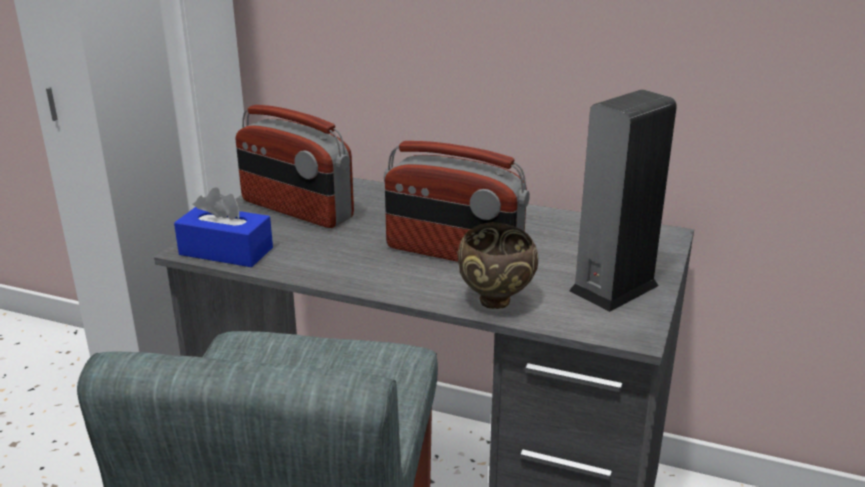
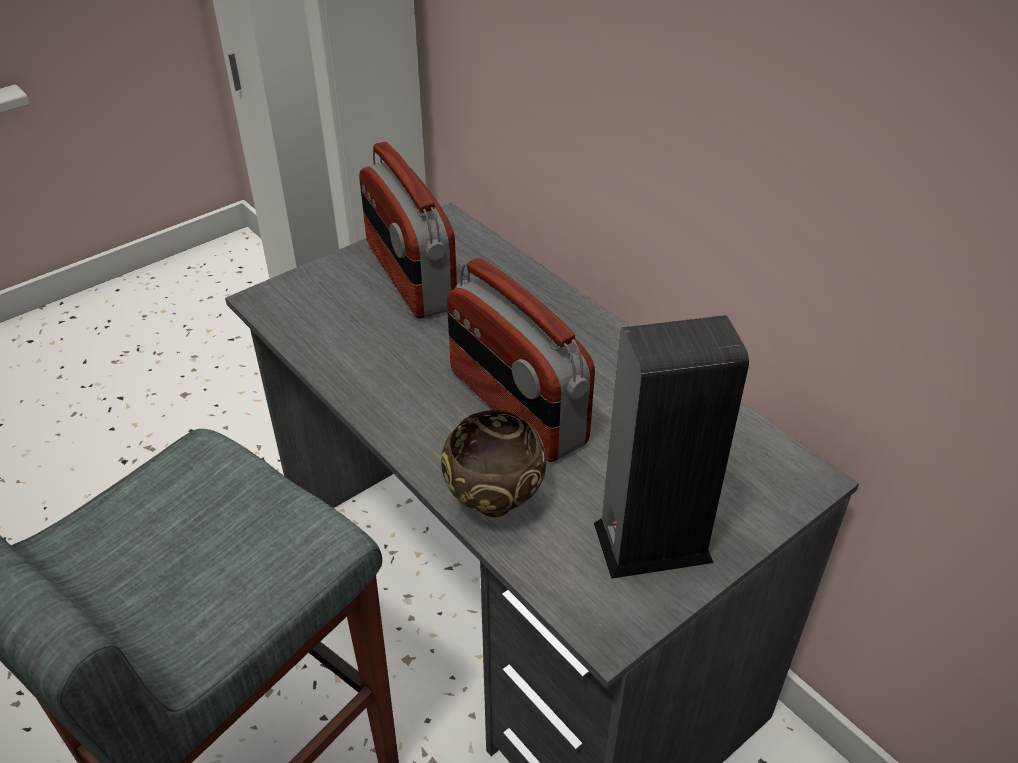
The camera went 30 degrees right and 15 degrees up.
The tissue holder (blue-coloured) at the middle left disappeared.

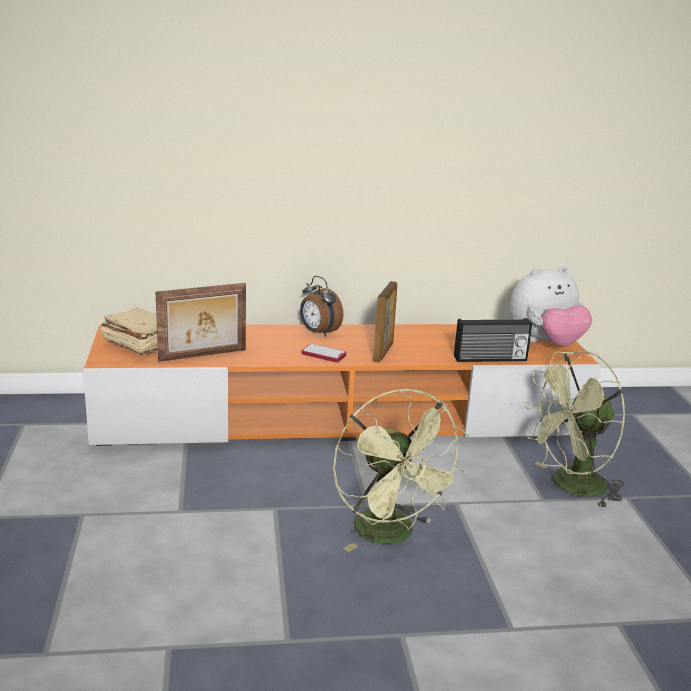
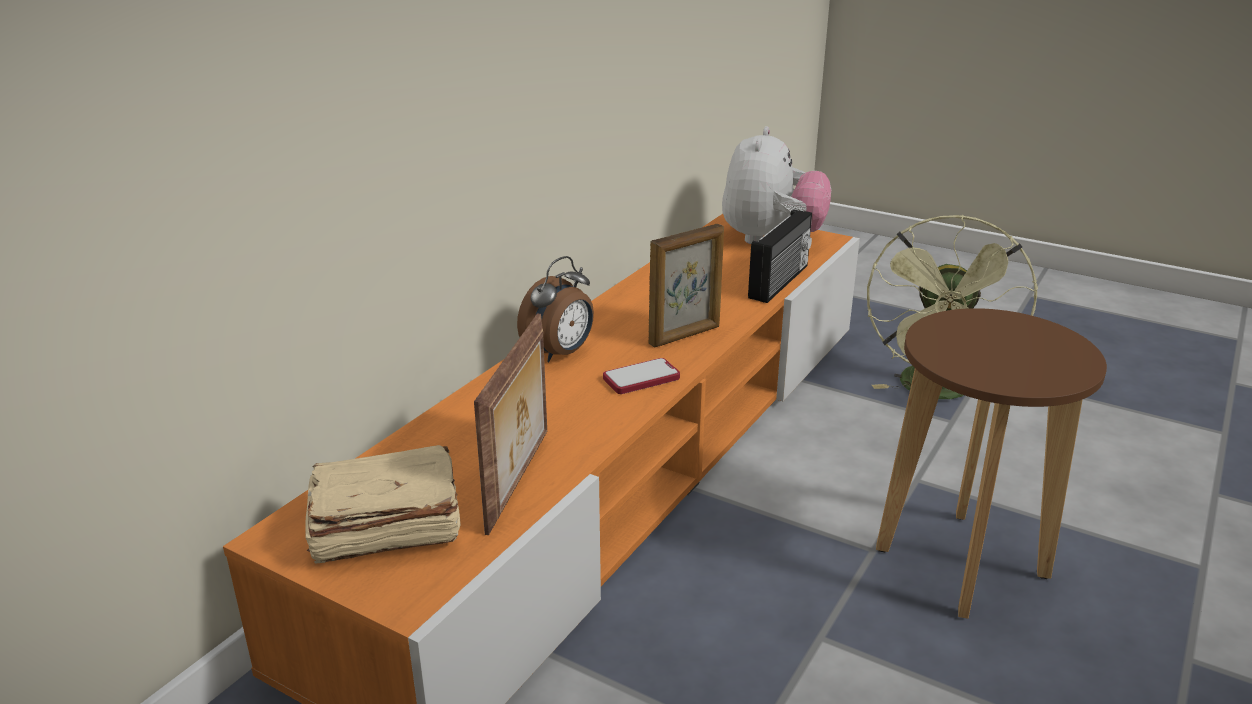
The camera went 50 degrees left and 5 degrees up.
The fan (green-coloured) (no. 1 from left) at the bottom centre was replaced by the sitting stool (brown) at the middle right.
The alarm clock at the centre turned 45 degrees counterclockwise.
The standing frame (no. 2 from left) at the centre turned 90 degrees clockwise.

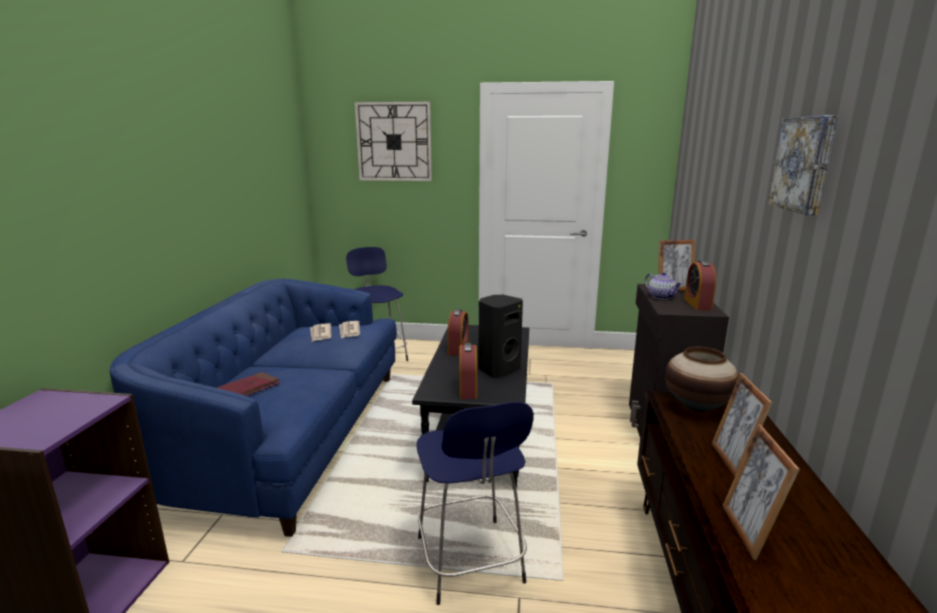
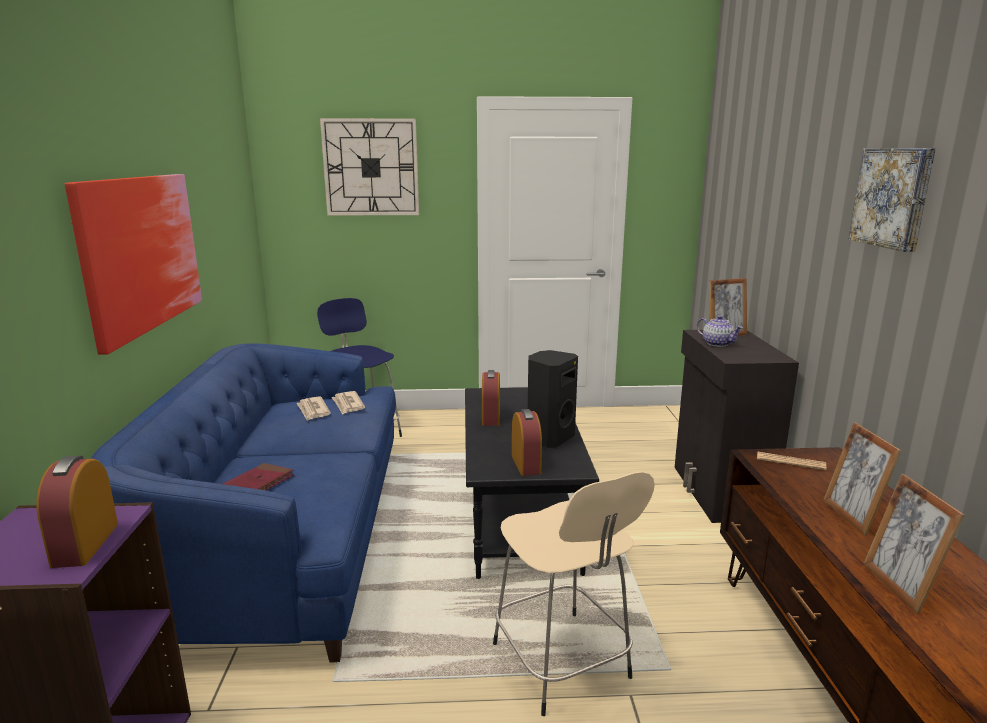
The camera went 10 degrees left and 0 degrees up.
The wall picture (no. 1 from left) at the middle left appeared.
The alarm clock (no. 3 from left in the first image) moved from the middle right to the bottom left.
The flower vase at the middle right was replaced by the printed paper (no. 3 from left) at the middle right.
The sitting stool (blue-coloured) (no. 2 from left) at the bottom centre became the sitting stool (sand-coloured) at the bottom centre.

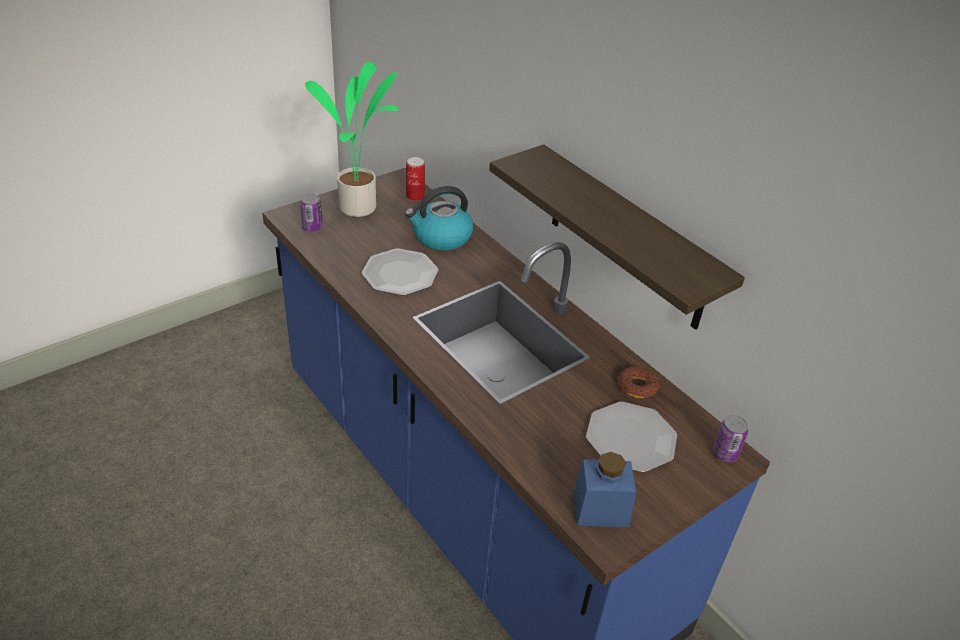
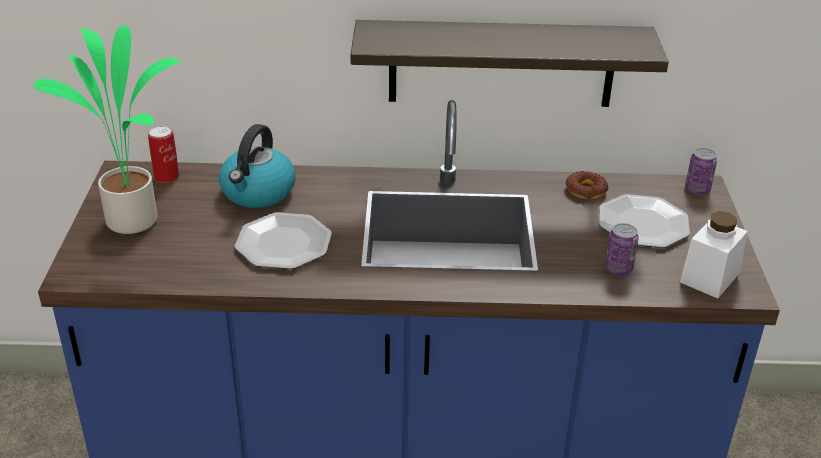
The camera went 50 degrees left and 5 degrees down.
The can (no. 1 from left in the first image) moved from the top left to the middle right.
The preserve jar (blue-coloured) at the bottom centre became the preserve jar (whitish) at the middle right.

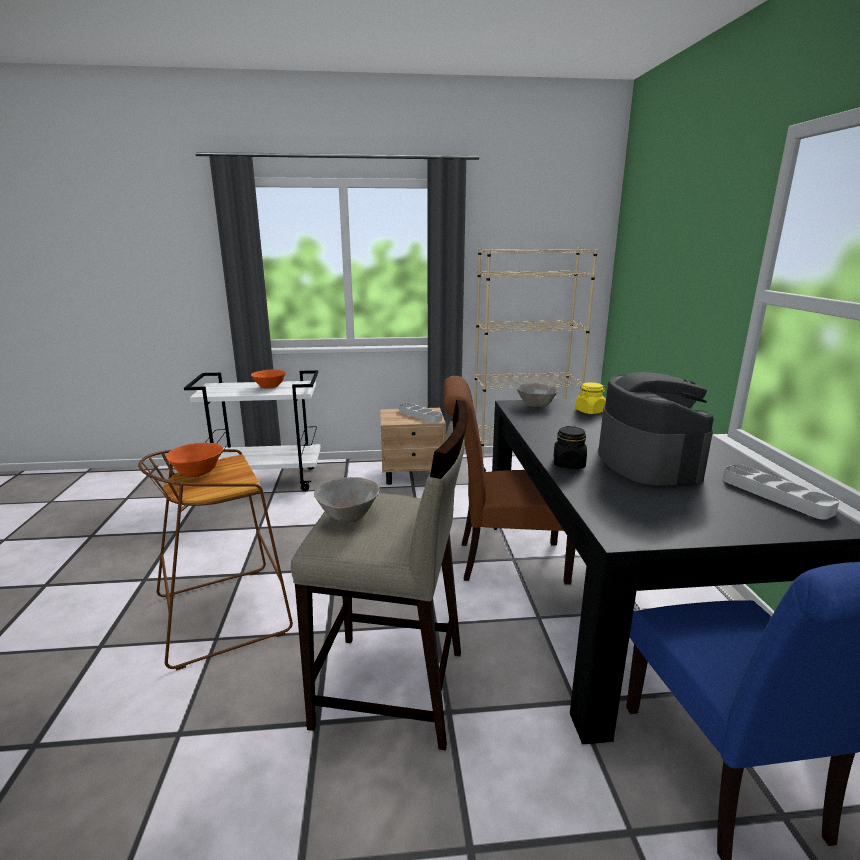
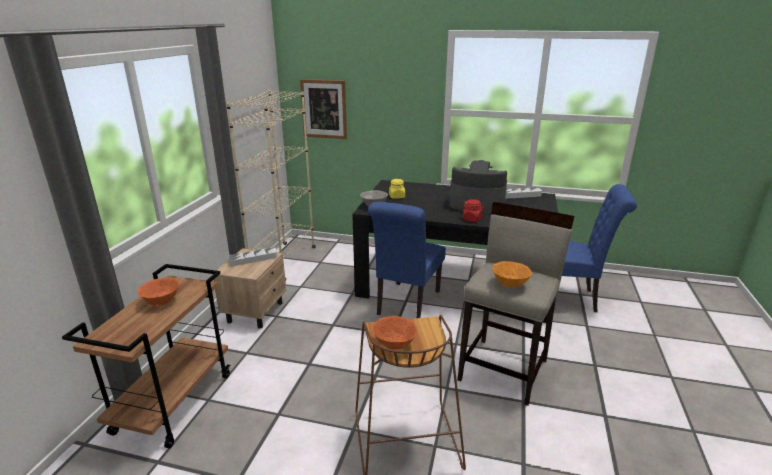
The camera went 70 degrees left and 5 degrees up.
The wall picture at the top centre appeared.
The cart (whitish) at the middle left became the cart (brown) at the bottom left.
The bowl (gray) (no. 1 from left) at the centre became the bowl (orangey) (no. 3 from left) at the centre.
The chair (brown) at the centre became the chair (blue-coloured) (no. 1 from left) at the centre.
The preserve jar (blackish) at the centre became the preserve jar (red) at the centre.

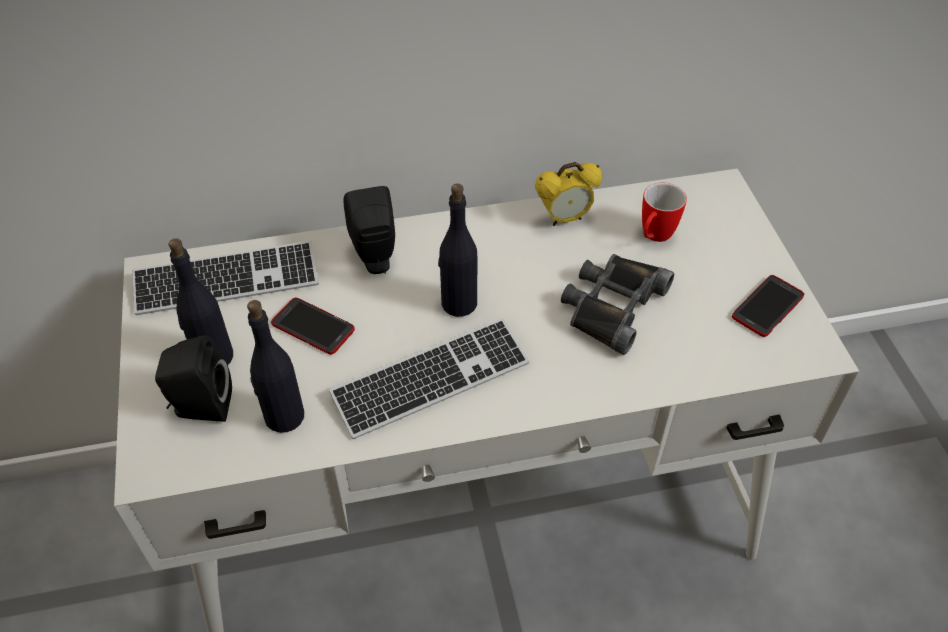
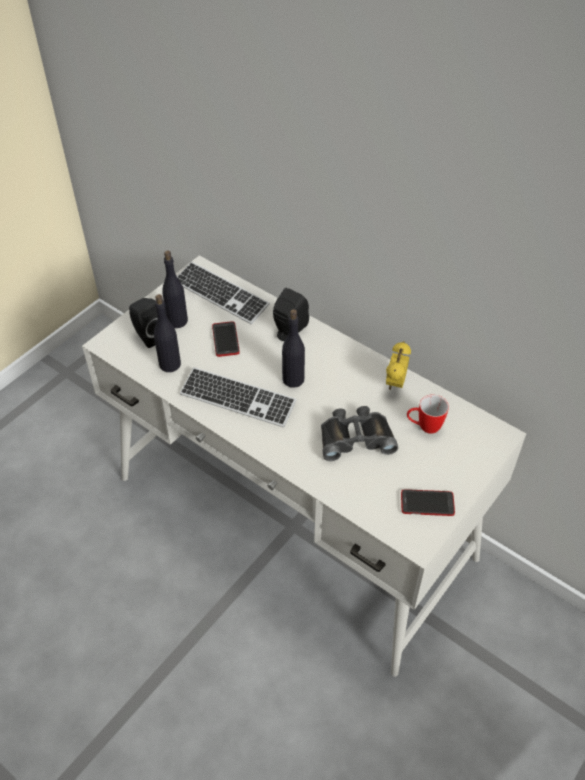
The camera went 50 degrees right and 0 degrees up.
The alarm clock at the top centre turned 75 degrees clockwise.

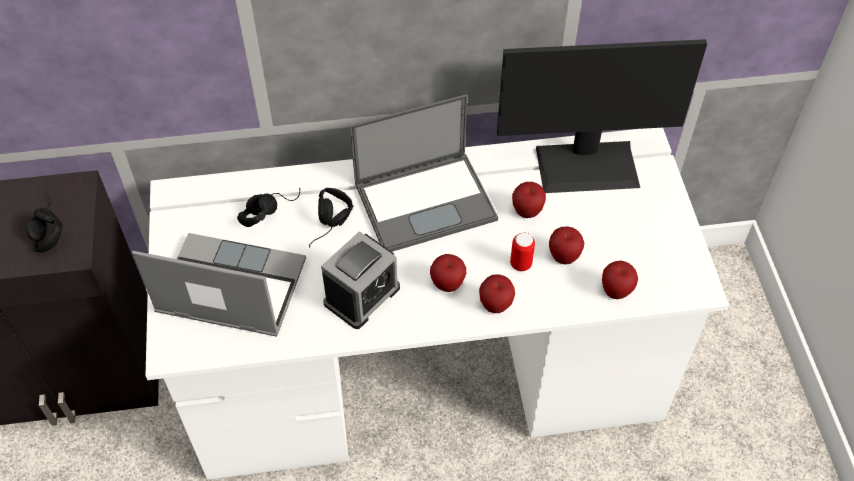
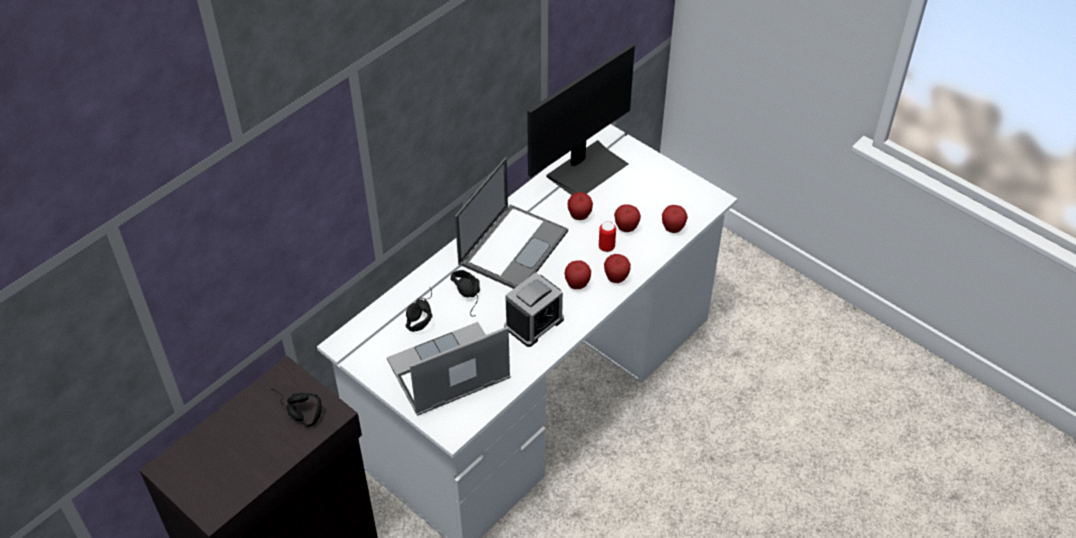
The camera went 40 degrees left and 5 degrees down.
The alarm clock at the centre turned 45 degrees clockwise.

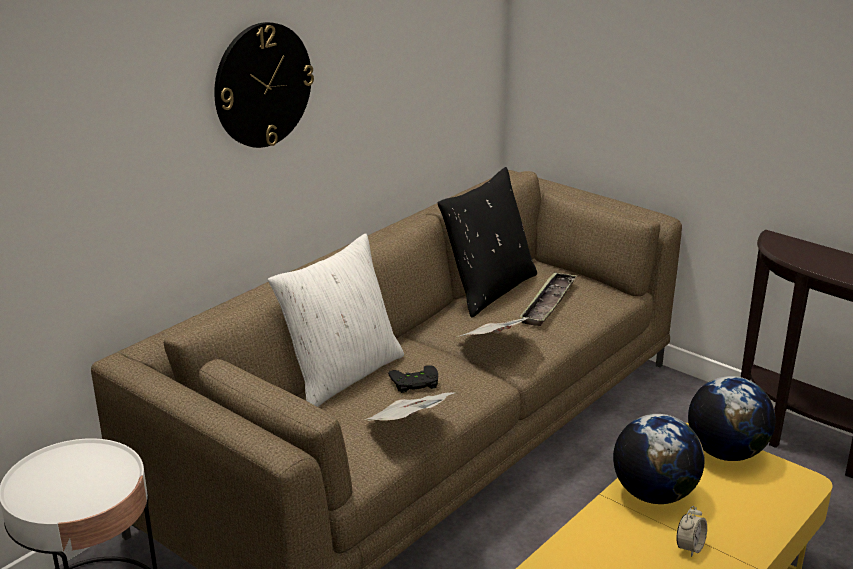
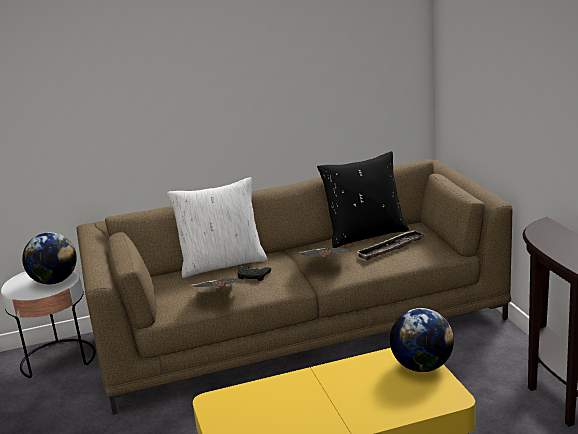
The camera went 35 degrees right and 5 degrees down.
The clock on the wall at the top left disappeared.
The alarm clock at the bottom right disappeared.
The desk globe (no. 1 from left) moved from the bottom right to the middle left.

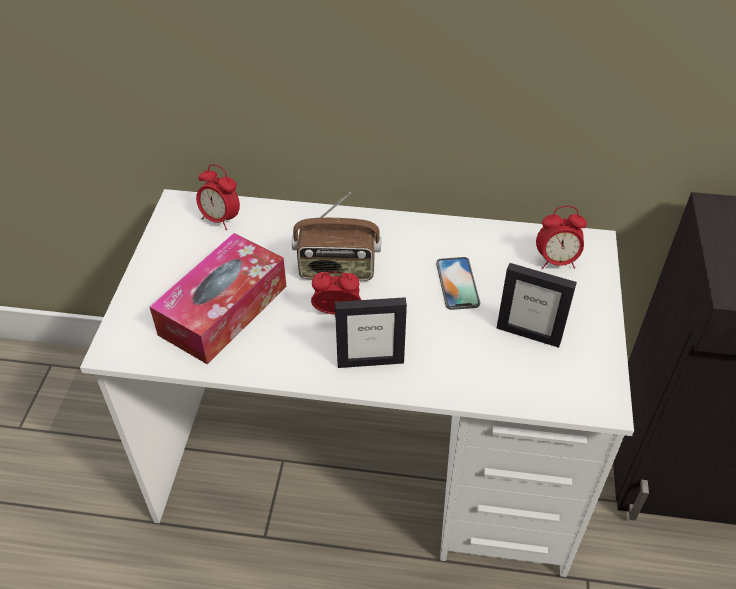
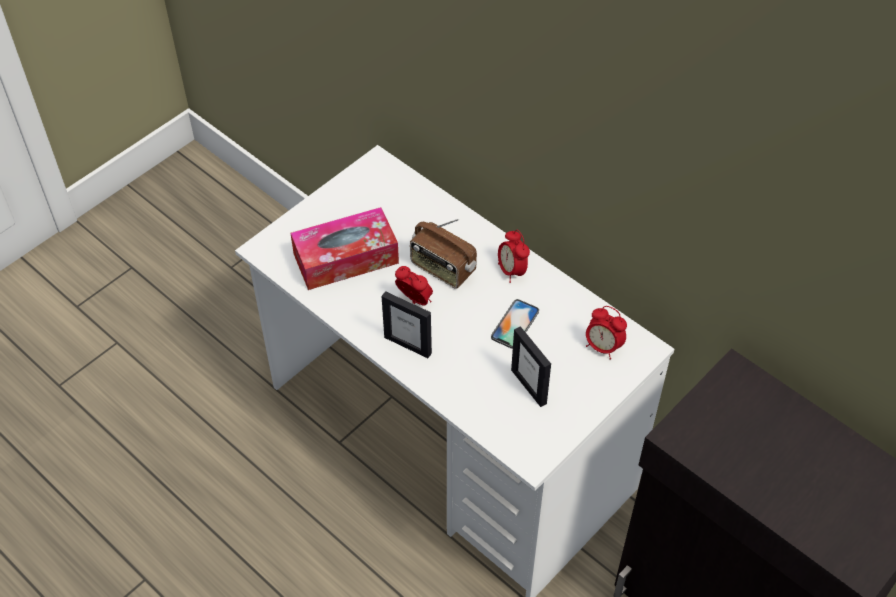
The camera went 35 degrees right and 5 degrees up.
The alarm clock (no. 1 from left in the first image) moved from the middle left to the centre.

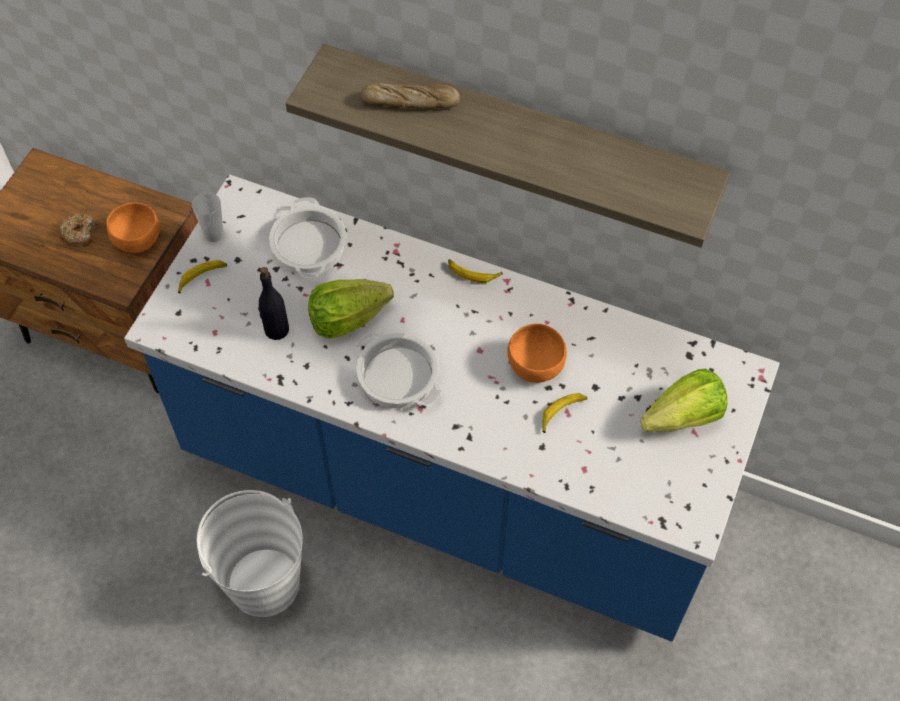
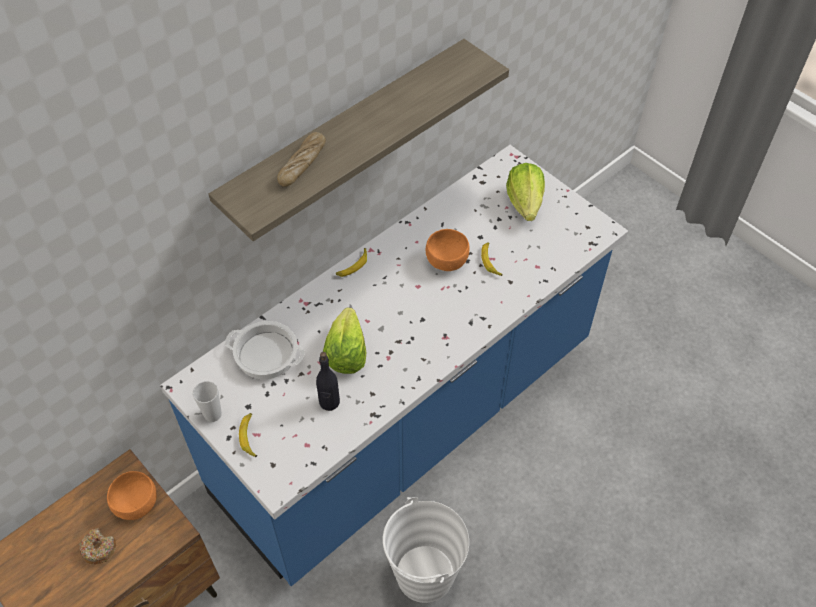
The camera went 65 degrees left and 5 degrees down.
The stockpot (no. 2 from left) at the centre disappeared.

